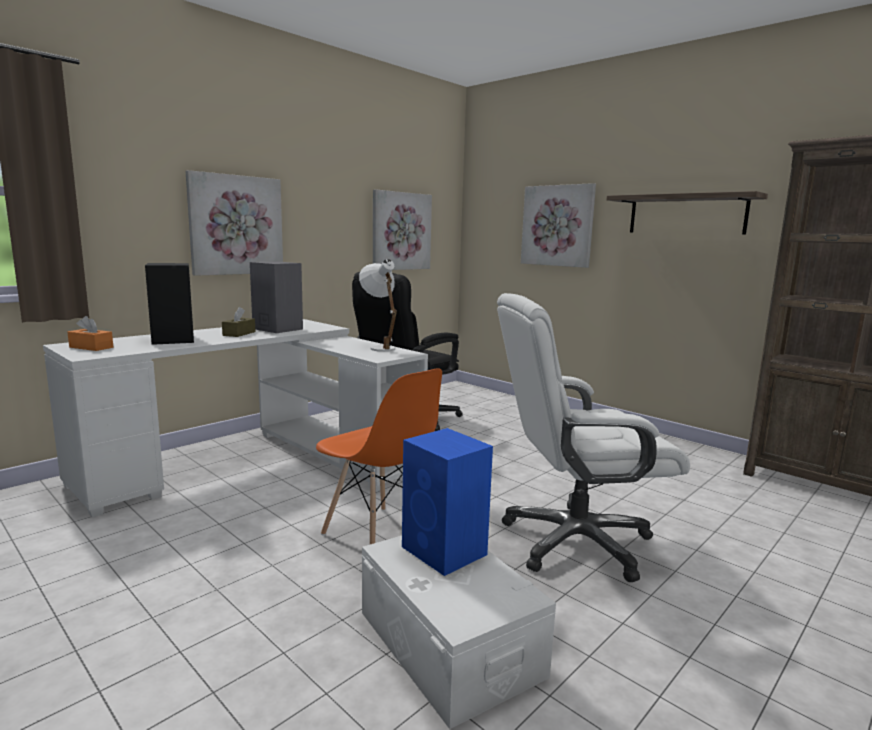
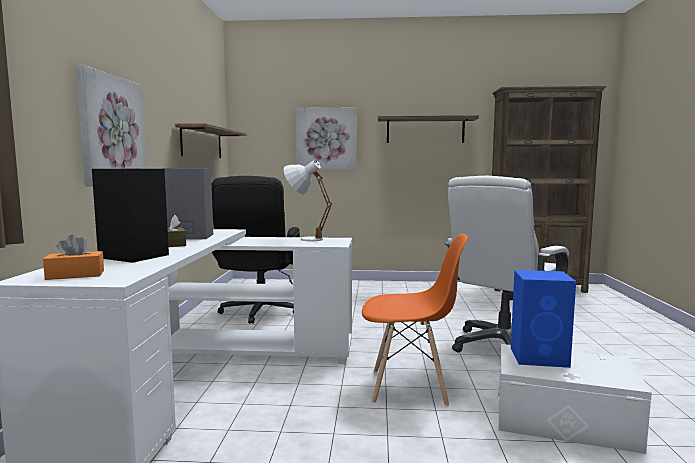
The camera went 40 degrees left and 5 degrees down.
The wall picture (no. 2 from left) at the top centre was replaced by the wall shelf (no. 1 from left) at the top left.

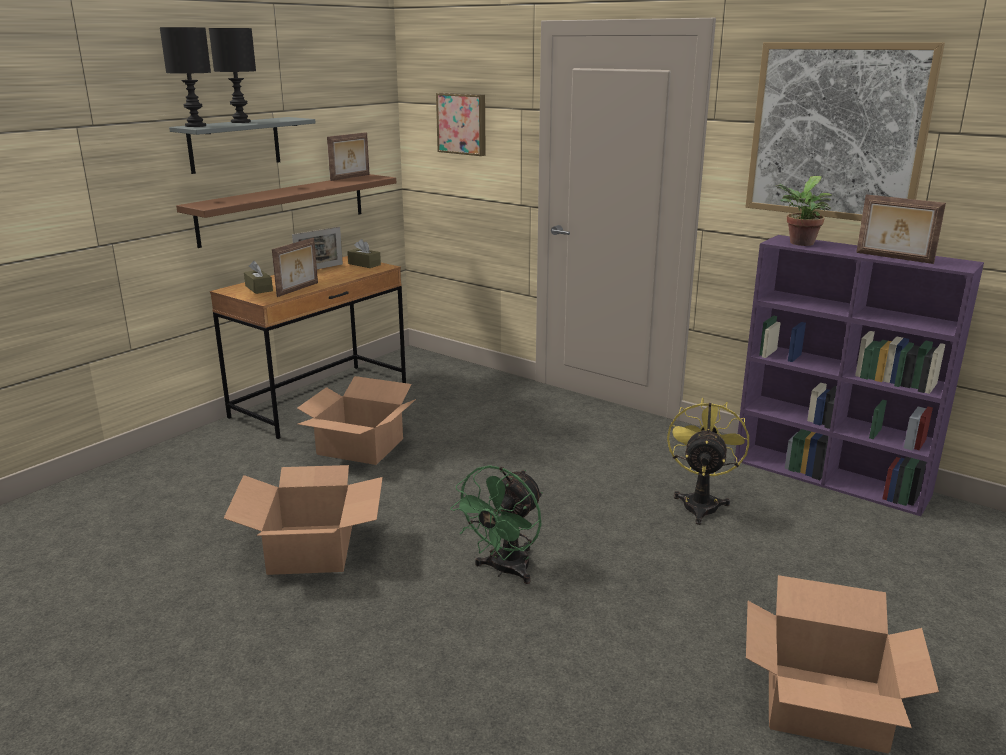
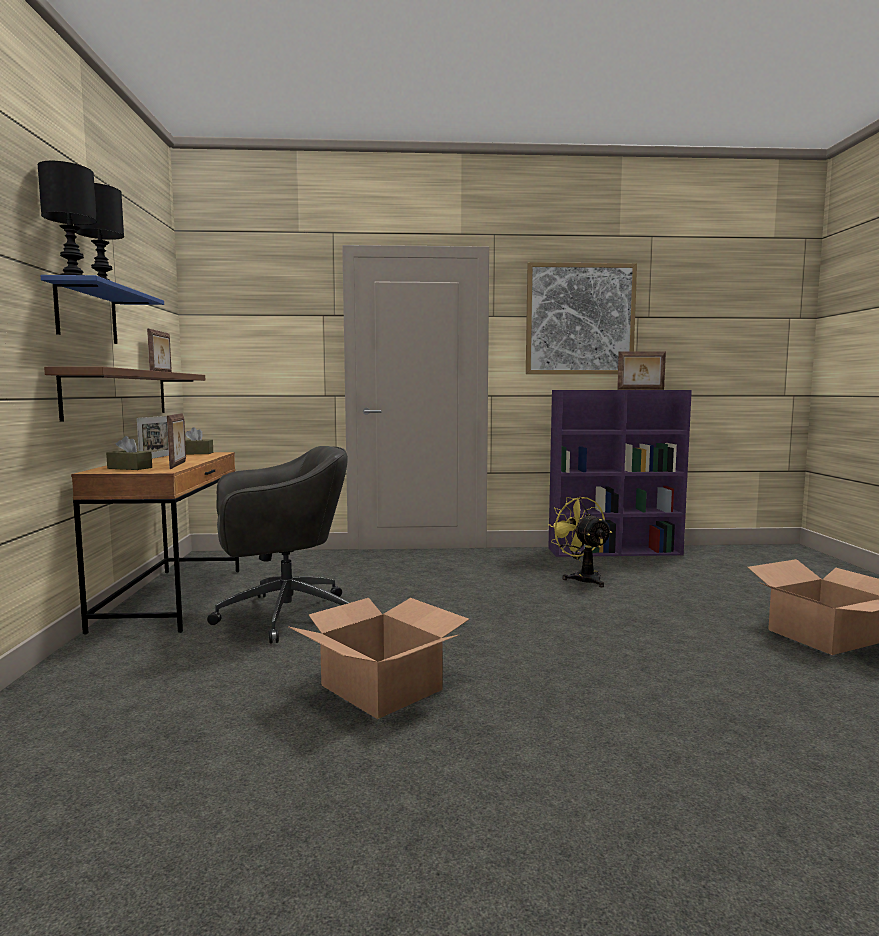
The camera went 40 degrees left and 15 degrees down.
The wall picture (no. 1 from left) at the top centre disappeared.
The fan (green-coloured) at the bottom centre disappeared.
The plant in a pot at the top right disappeared.
The cardboard box (no. 2 from left) at the centre was replaced by the office chair (gray) at the middle left.
The wall shelf (gray) at the top left became the wall shelf (blue-coloured) at the top left.

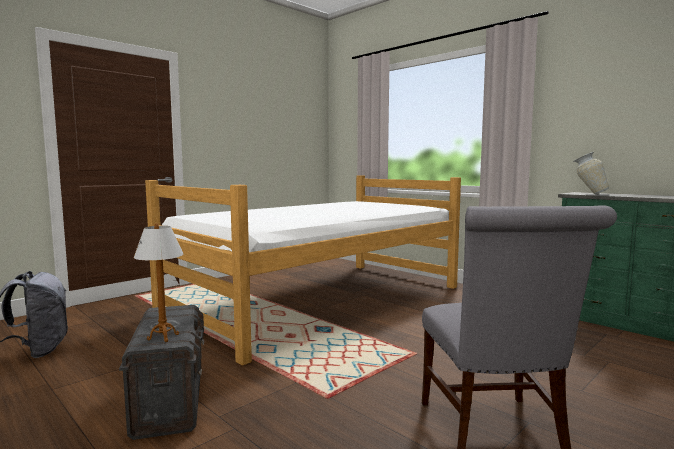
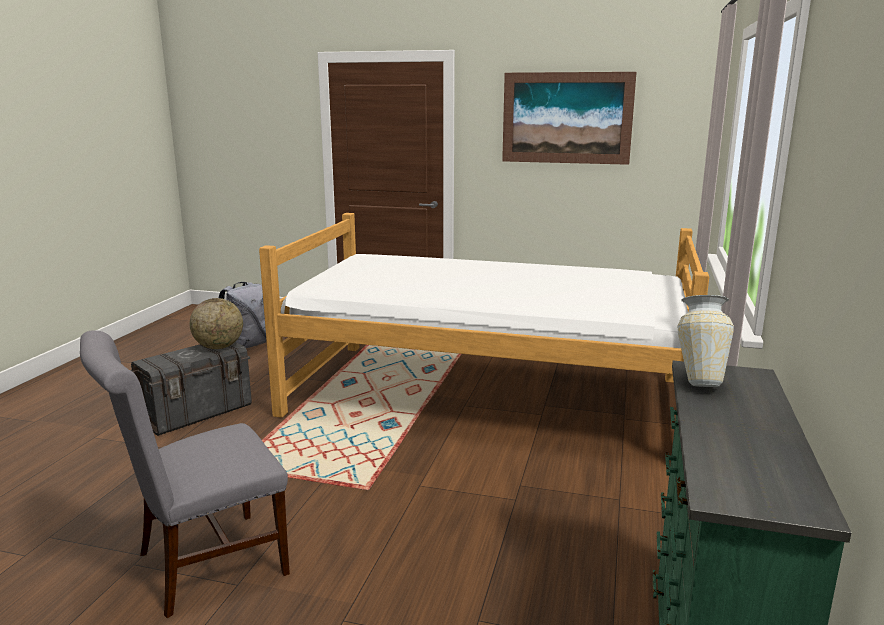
The camera went 60 degrees right and 10 degrees up.
The lamp for a table at the middle left disappeared.
The desk globe at the middle left appeared.
The wall picture at the top centre appeared.

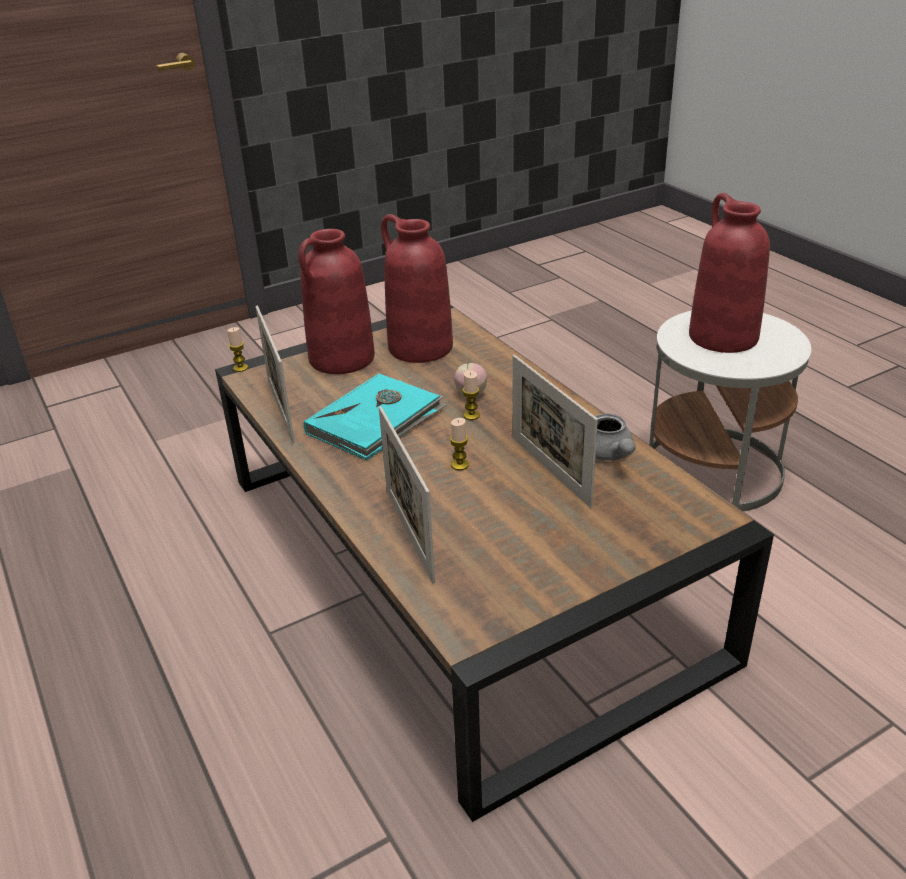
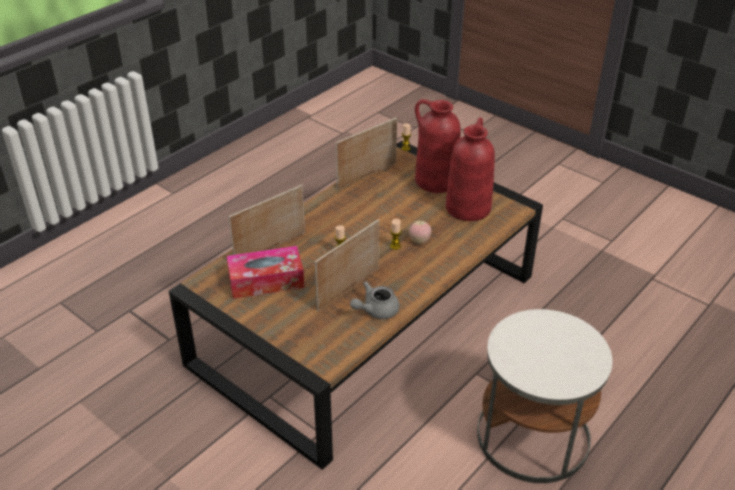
The camera went 70 degrees right and 5 degrees up.
The bound book (turquoise-coloured) at the centre disappeared.
The flower vase (red) (no. 3 from left) at the top right disappeared.
The tissue holder at the centre appeared.

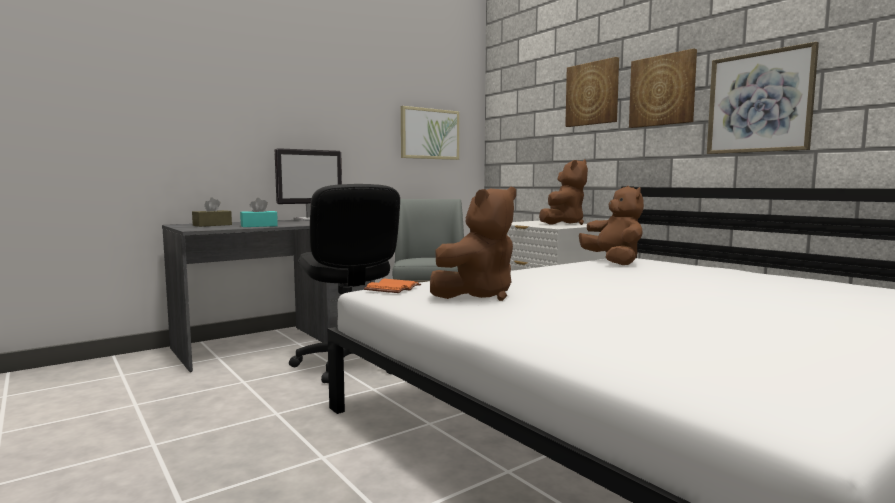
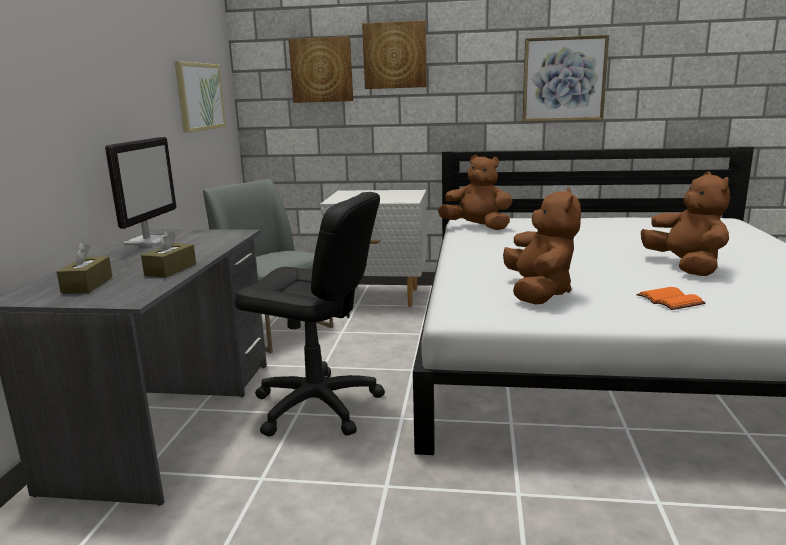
The camera went 45 degrees left and 10 degrees up.
The bound book (orangey) moved from the centre to the middle right.
The cuddly toy (brown) (no. 2 from left in the first image) moved from the centre to the middle right.
The wall picture (no. 3 from left in the first image) moved from the top right to the top centre.
The tissue holder (turquoise-coloured) at the middle left became the tissue holder (brown) (no. 2 from left) at the middle left.

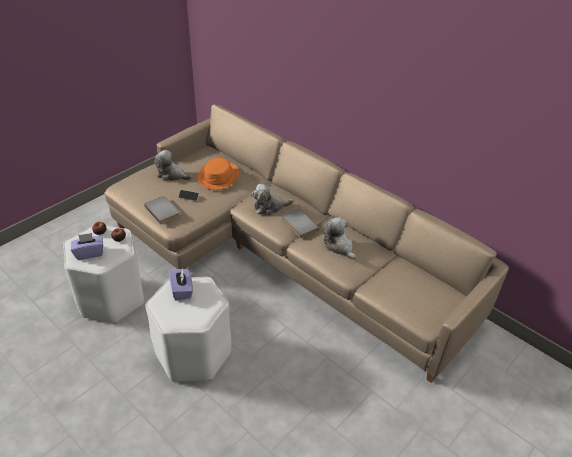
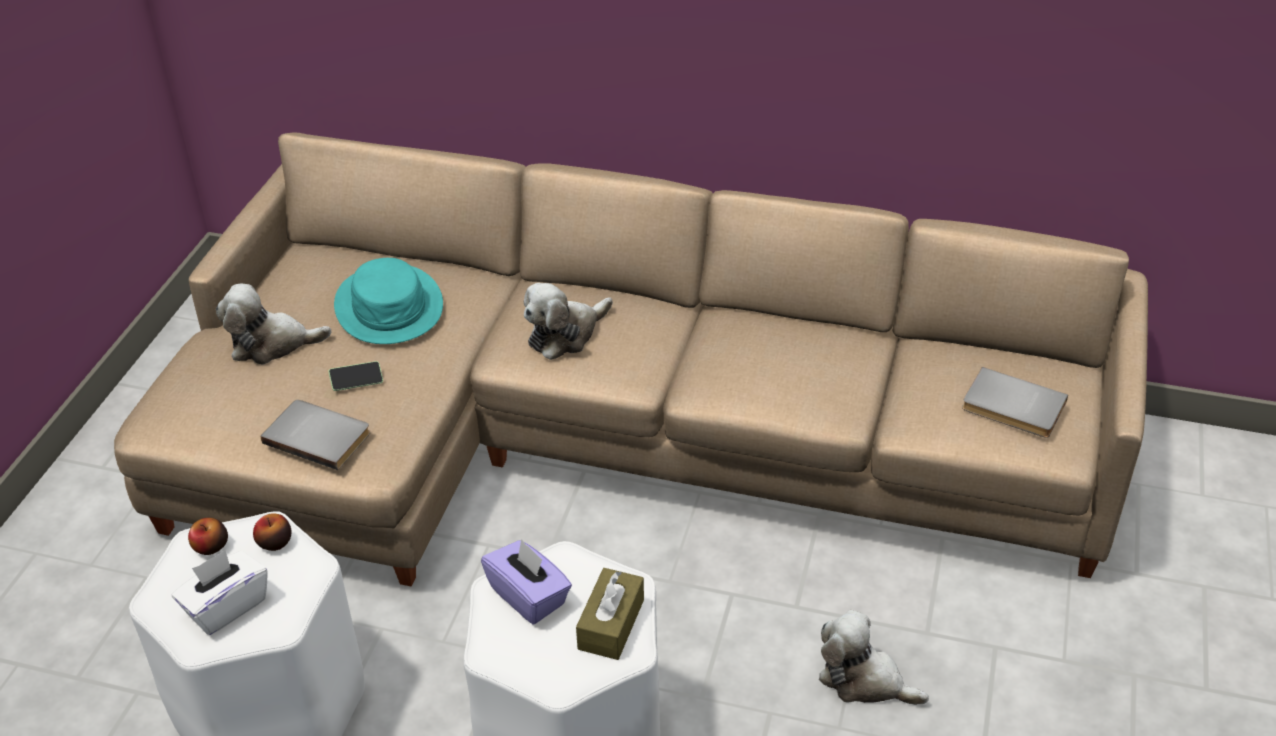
The camera went 25 degrees left and 0 degrees up.
The tissue holder (brown) at the bottom centre appeared.
The bound book (gray) (no. 2 from left) moved from the centre to the middle right.
The cuddly toy (no. 3 from left) moved from the centre to the bottom right.
The tissue holder (purple) (no. 1 from left) at the middle left became the tissue holder (whitish) at the bottom left.
The wearable hat (orangey) at the centre became the wearable hat (turquoise-coloured) at the middle left.

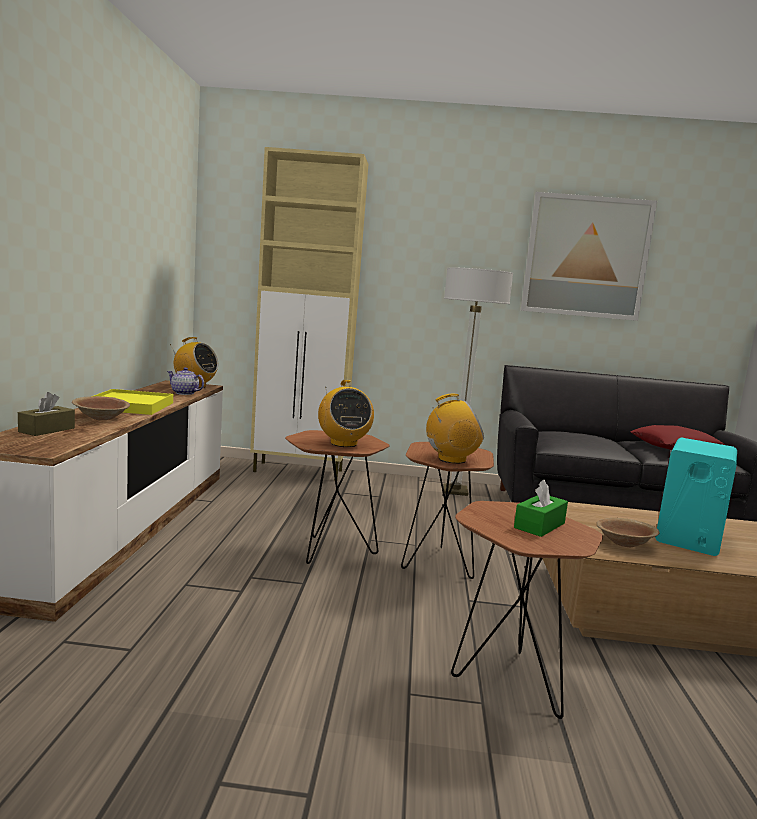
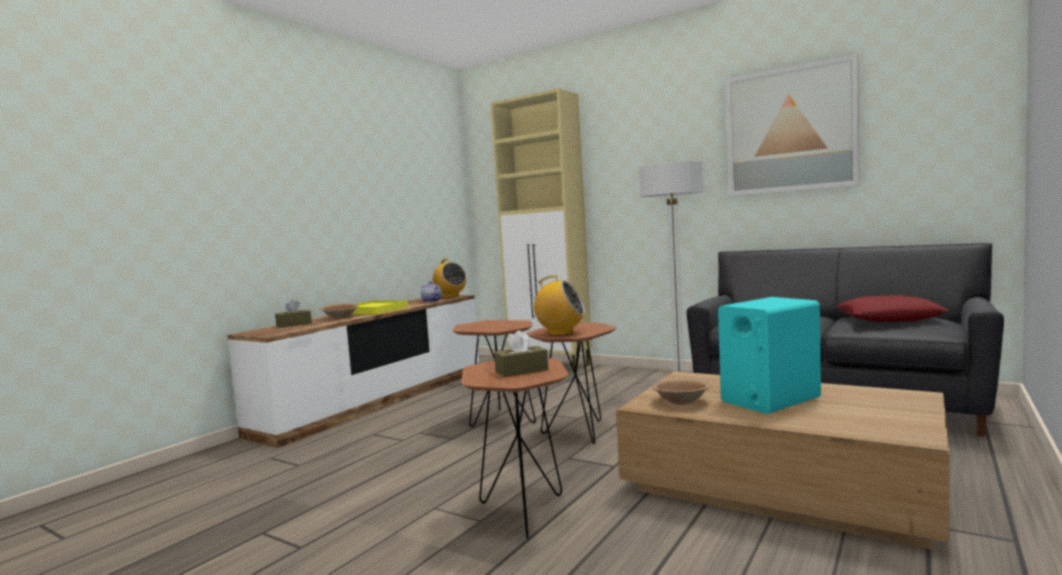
The camera went 30 degrees right and 5 degrees down.
The radio receiver (no. 2 from left) at the centre disappeared.
The tissue holder (green-coloured) at the middle right became the tissue holder (brown) (no. 2 from left) at the centre.

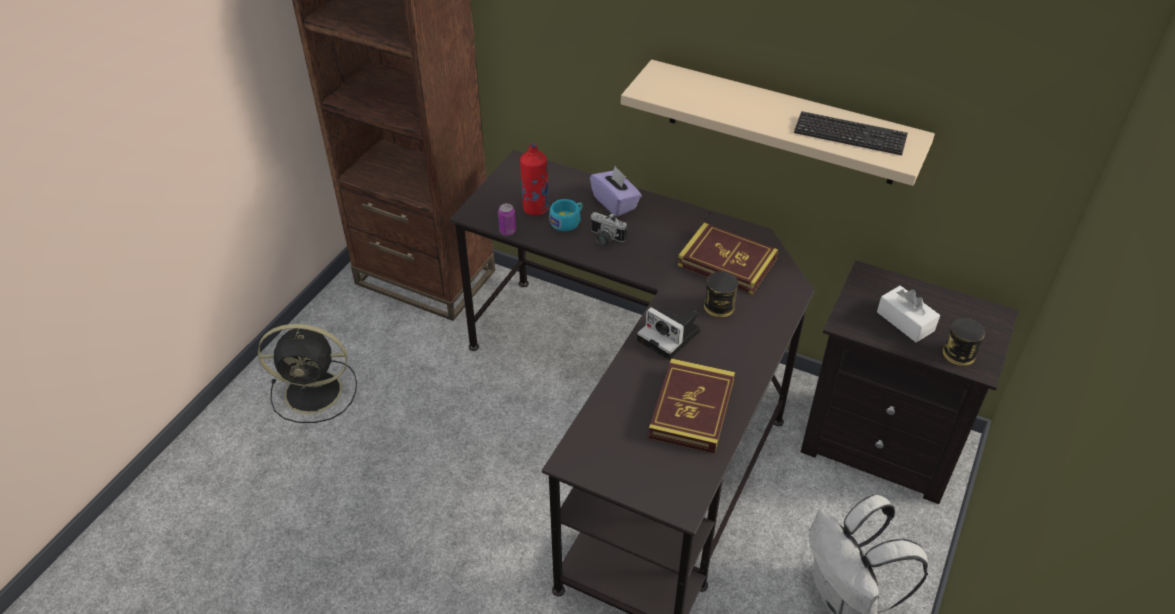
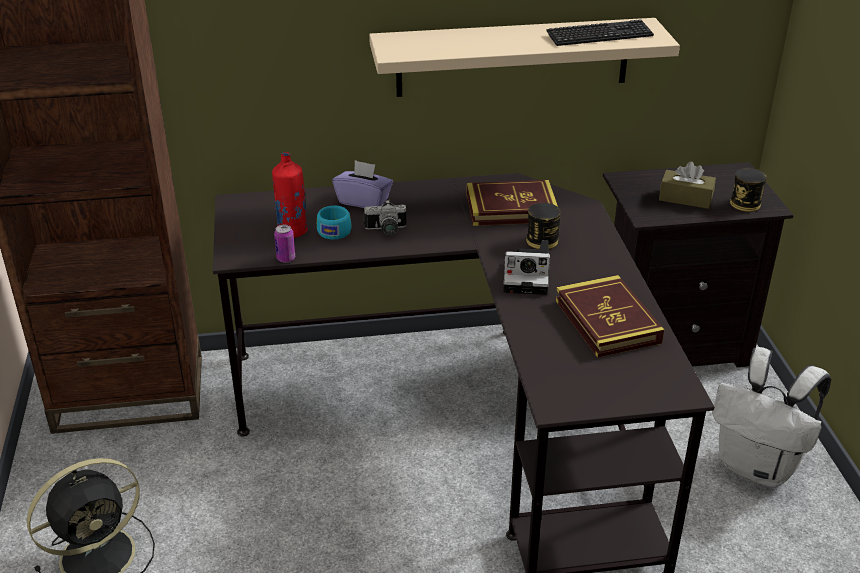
The camera went 35 degrees left and 10 degrees down.
The tissue holder (whitish) at the middle right became the tissue holder (brown) at the top right.

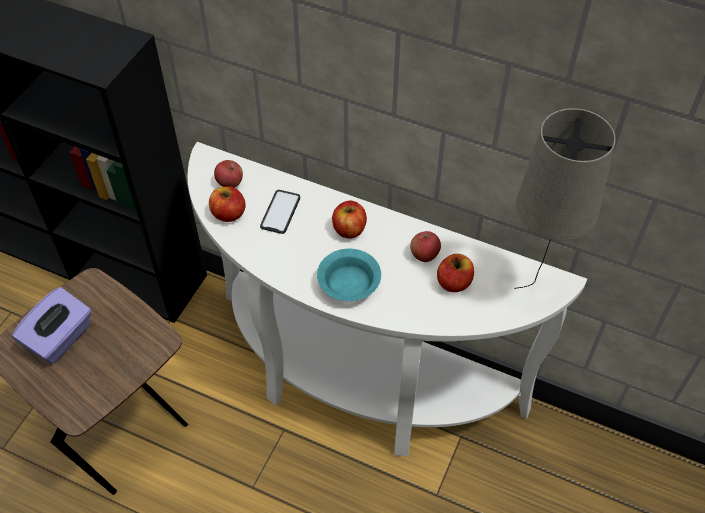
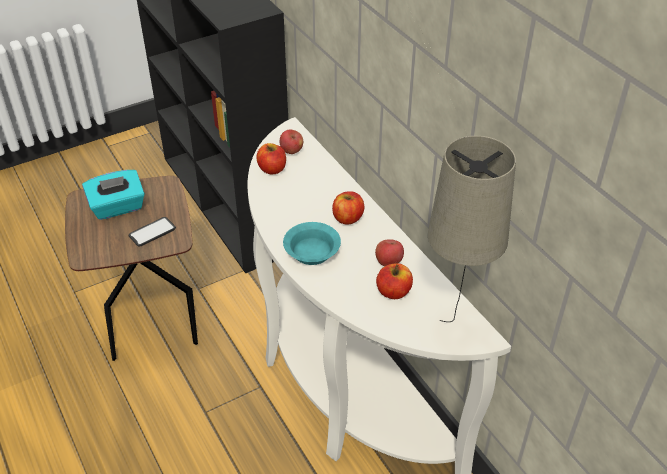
The camera went 35 degrees right and 10 degrees down.
The phone moved from the centre to the middle left.
The tissue holder (purple) at the middle left became the tissue holder (turquoise-coloured) at the middle left.

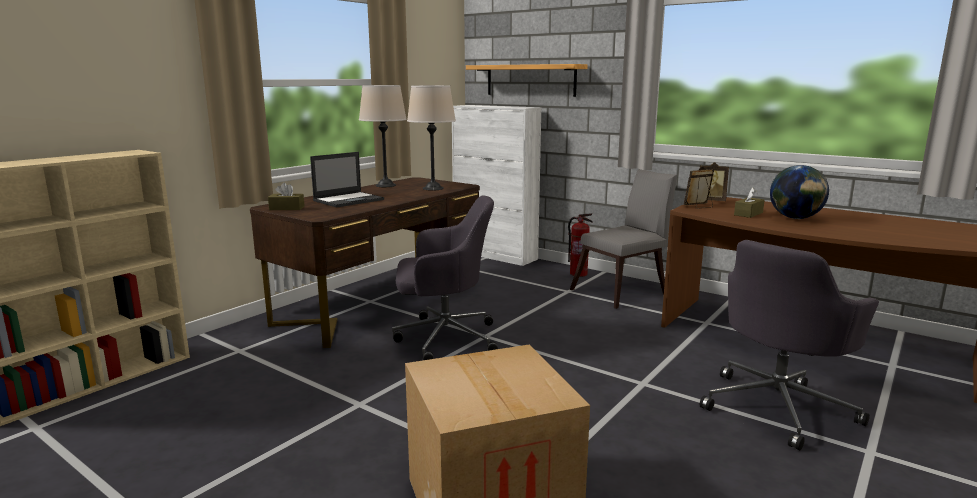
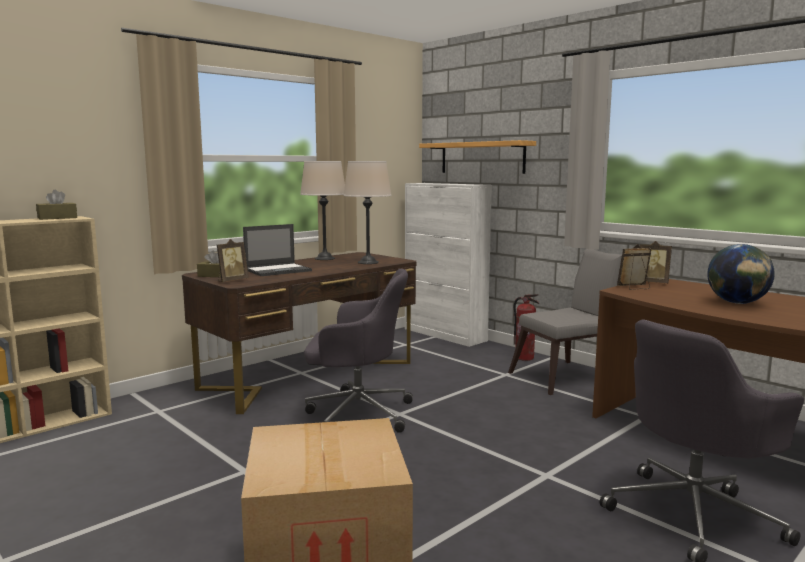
The camera went 10 degrees right and 5 degrees down.
The standing frame (no. 1 from left) at the middle left appeared.
The tissue holder (brown) (no. 2 from left in the first image) moved from the middle right to the middle left.

